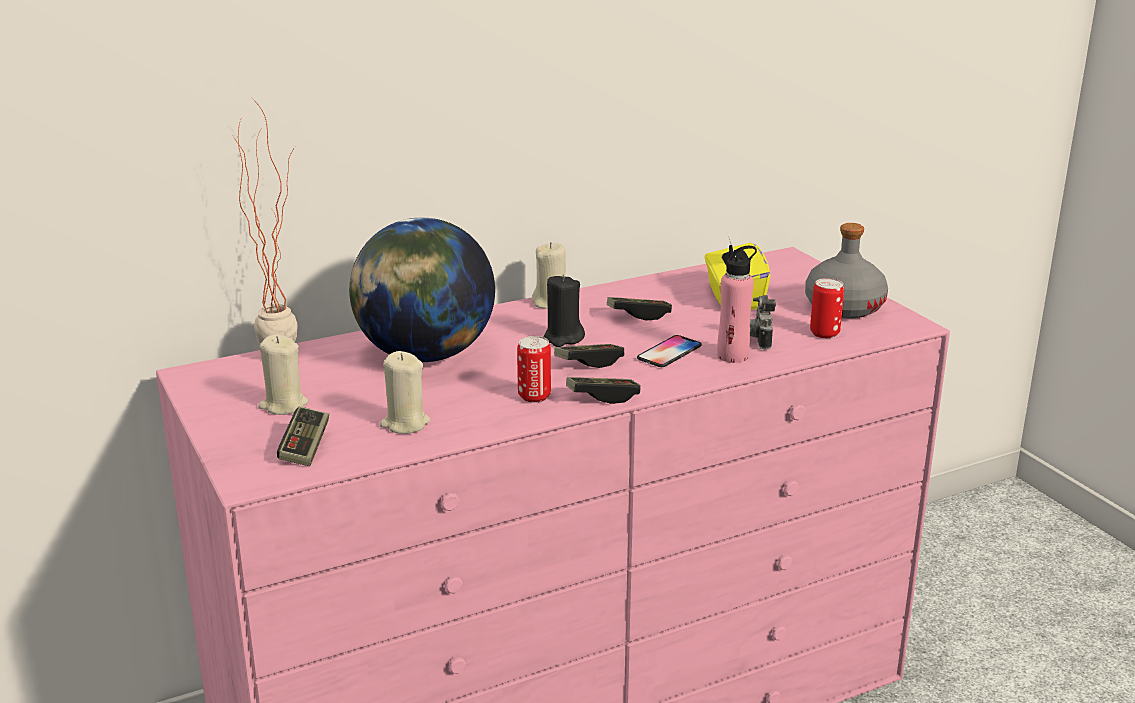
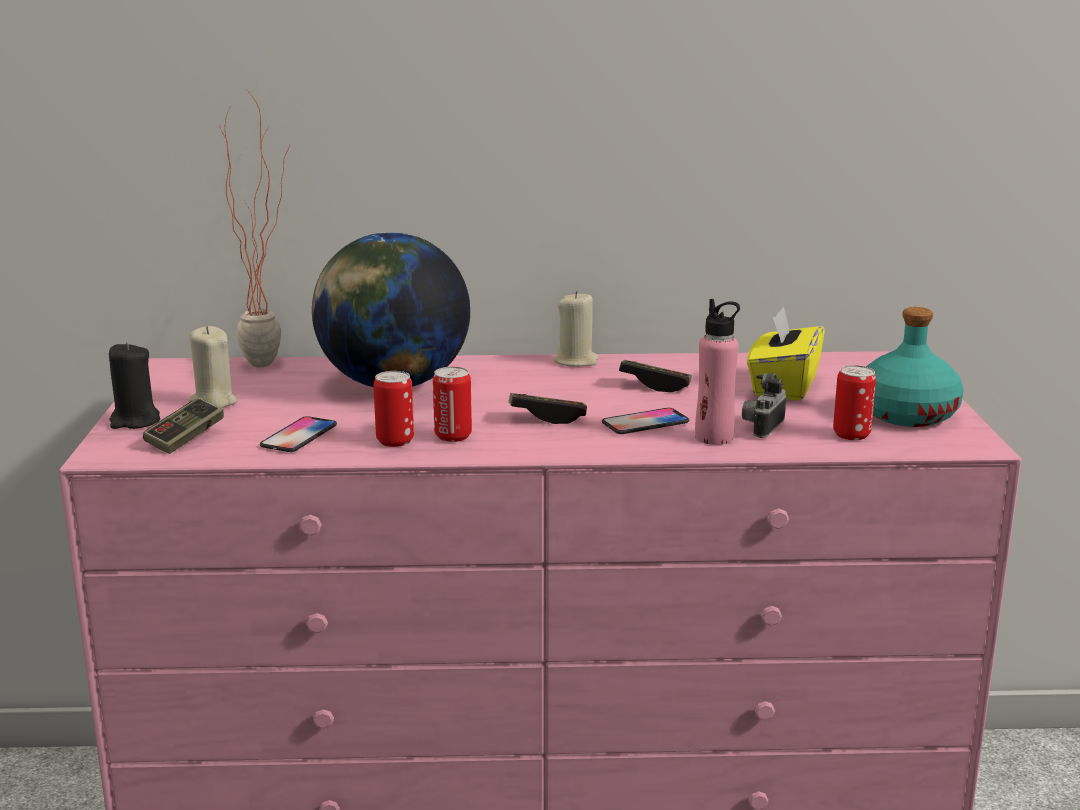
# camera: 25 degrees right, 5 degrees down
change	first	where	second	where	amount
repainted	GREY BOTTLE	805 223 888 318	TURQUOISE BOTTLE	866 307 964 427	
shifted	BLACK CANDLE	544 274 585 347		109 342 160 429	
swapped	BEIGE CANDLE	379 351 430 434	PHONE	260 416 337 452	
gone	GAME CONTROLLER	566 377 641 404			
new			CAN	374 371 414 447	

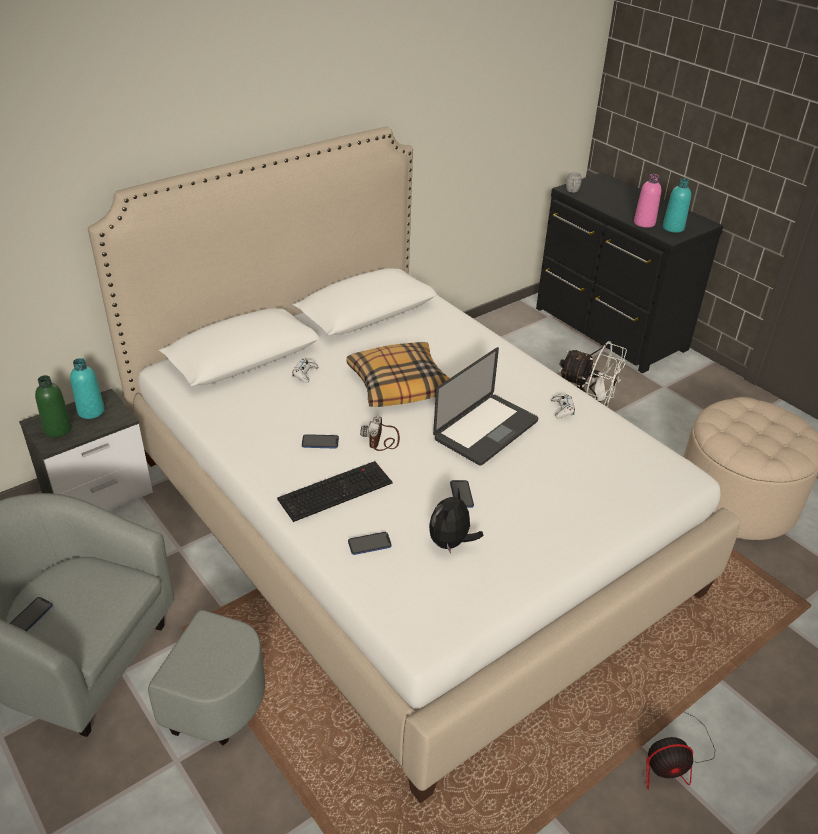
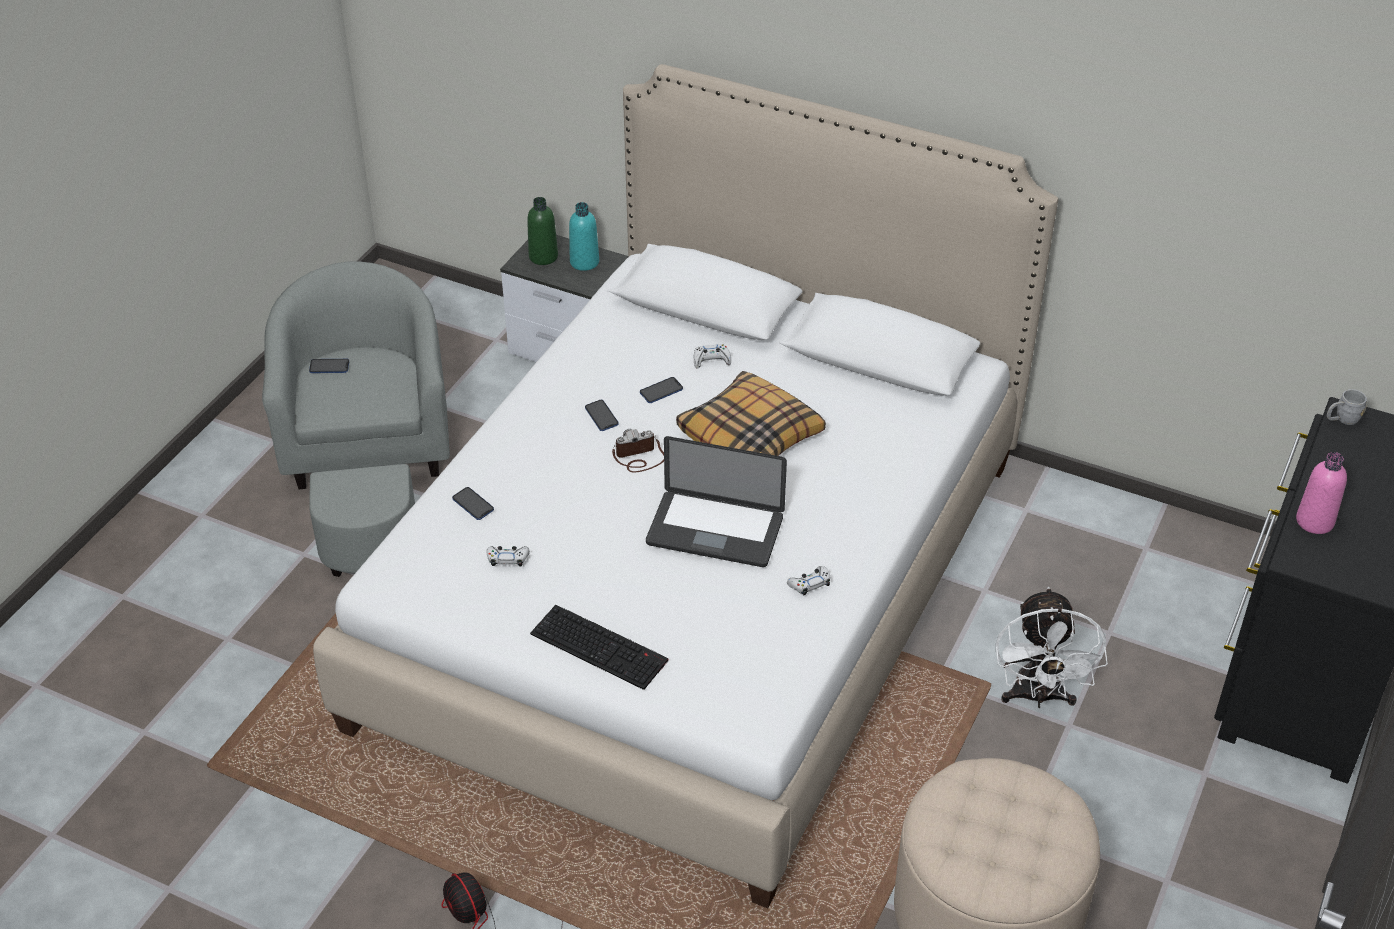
# camera: 65 degrees right, 5 degrees up
change	first	where	second	where	amount
gone	TURQUOISE BOTTLE	663 178 691 233			
shifted	KEYBOARD	277 461 392 522		530 605 668 690	
shifted	PHONE	450 480 474 508		640 377 683 403	
swapped	PLUSH TOY	429 488 484 553	WHITE GAME CONTROLLER	486 546 530 567	

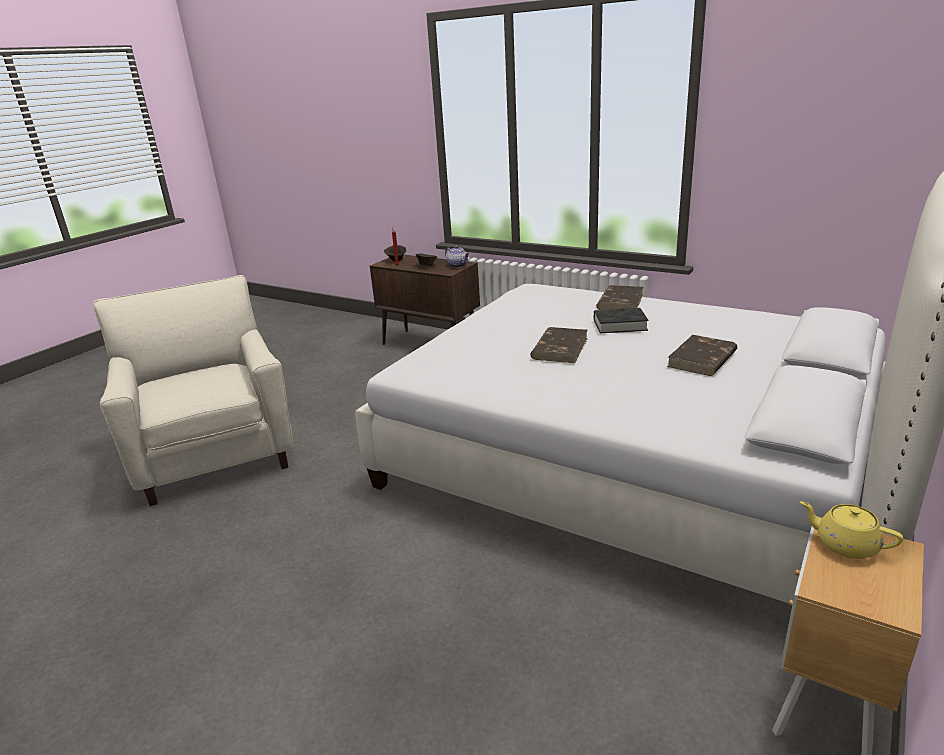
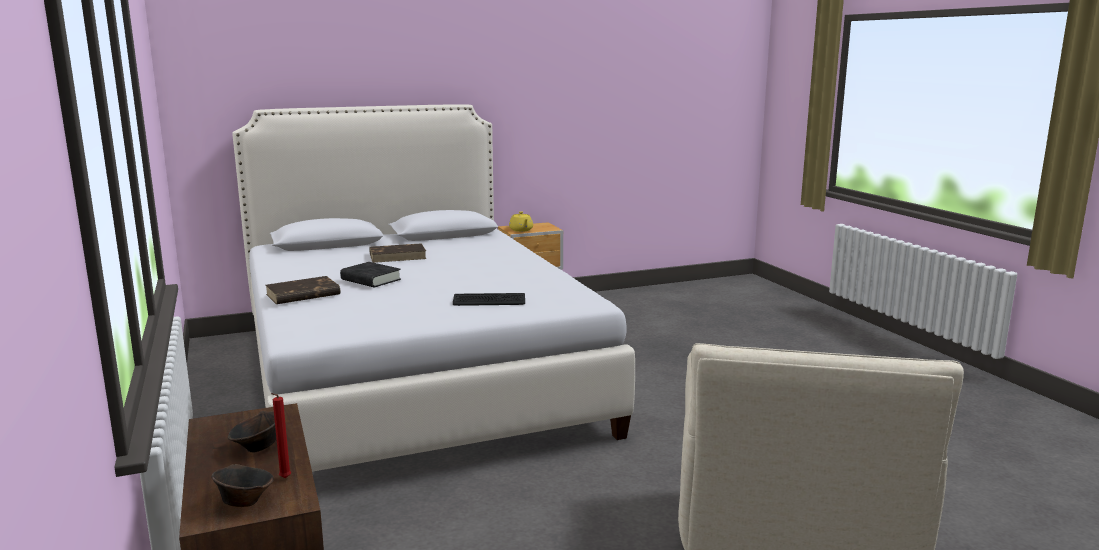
# camera: 145 degrees left, 10 degrees down
change	first	where	second	where	amount
gone	TEAPOT	445 246 469 268			
gone	BROWN BOOK	530 327 588 363			
new			KEYBOARD	453 293 525 306	

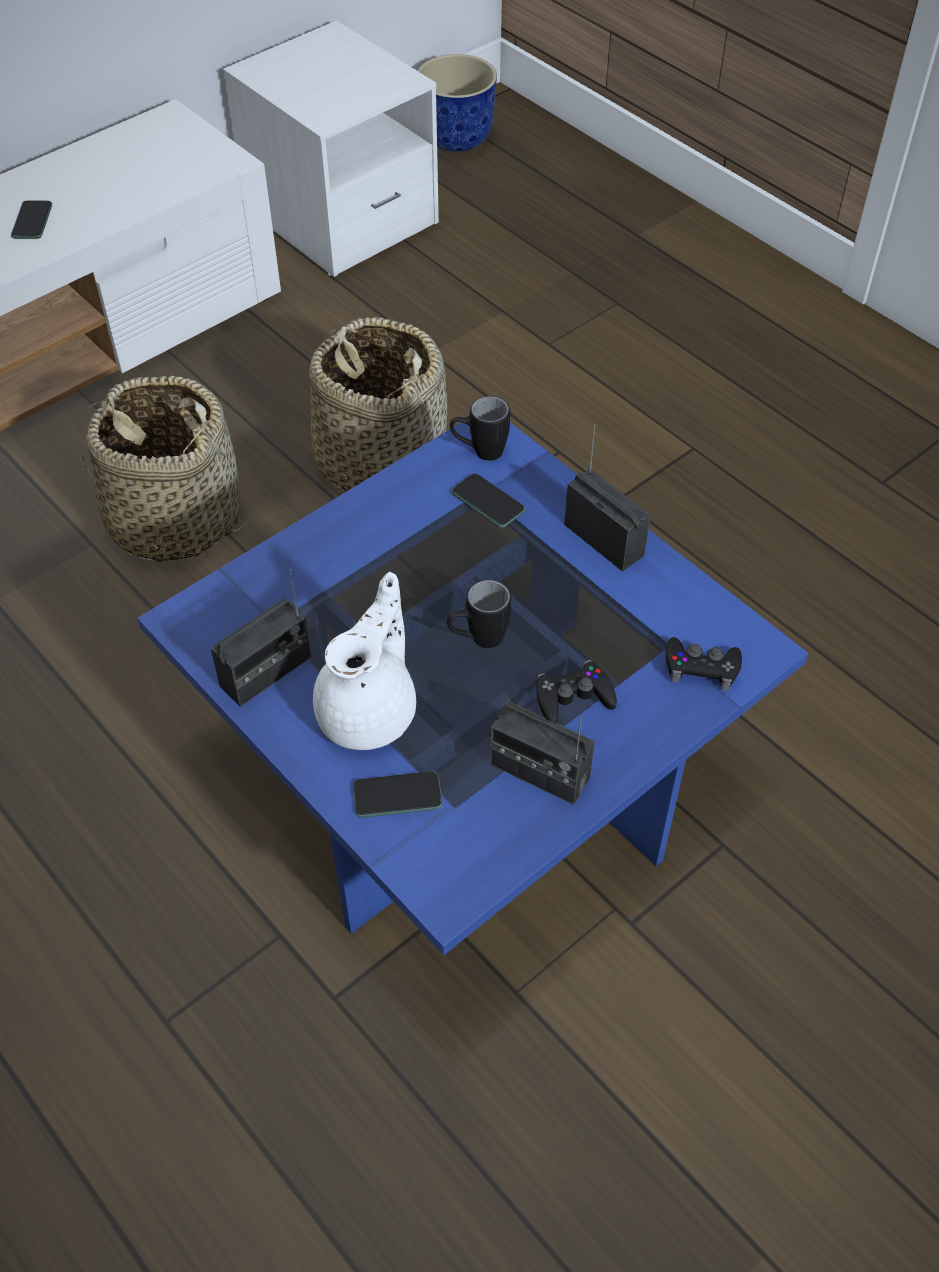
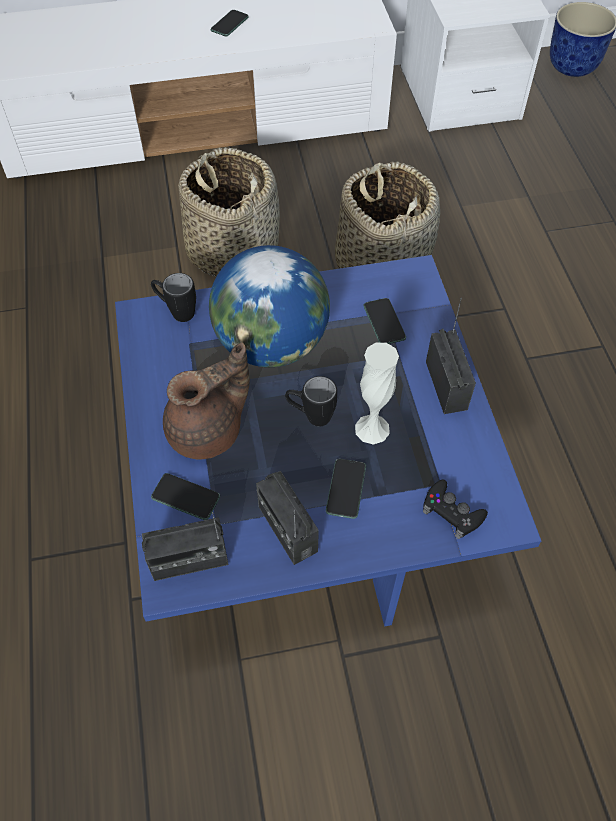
# camera: 30 degrees right, 5 degrees up
change	first	where	second	where	amount
shifted	BLACK MUG	450 396 510 461		151 273 196 322	
shifted	RADIO	211 569 311 707		142 512 229 581	
repainted	WHITE TEAPOT	313 572 416 750	BROWN TEAPOT	163 342 250 460	
swapped	BLACK GAME CONTROLLER	537 660 617 724	PHONE	326 459 366 519	
new			GLOBE	209 245 330 367	
new			WHITE VASE	355 343 399 445	

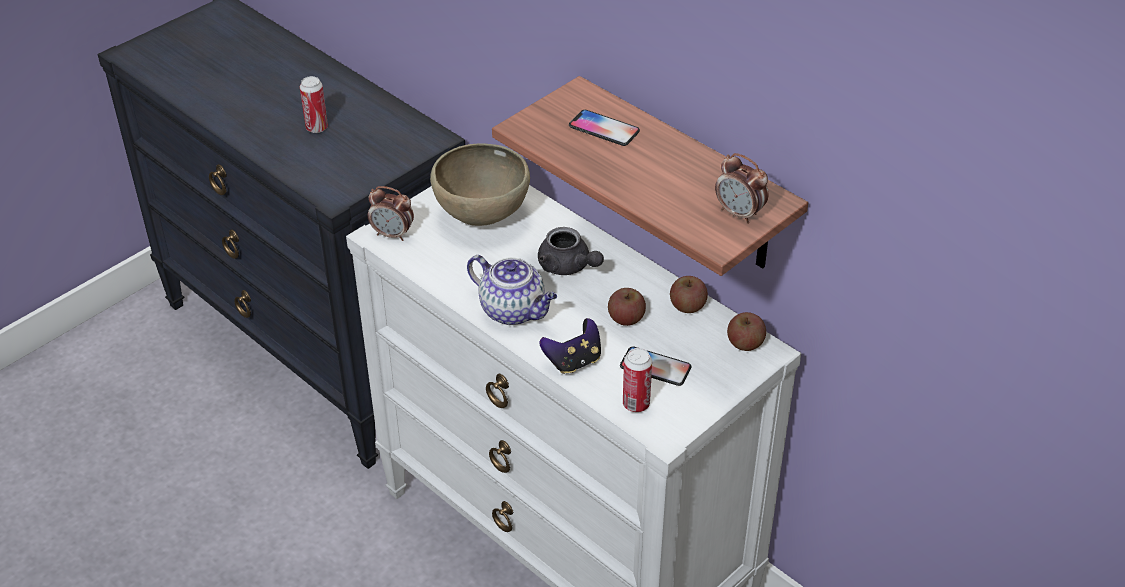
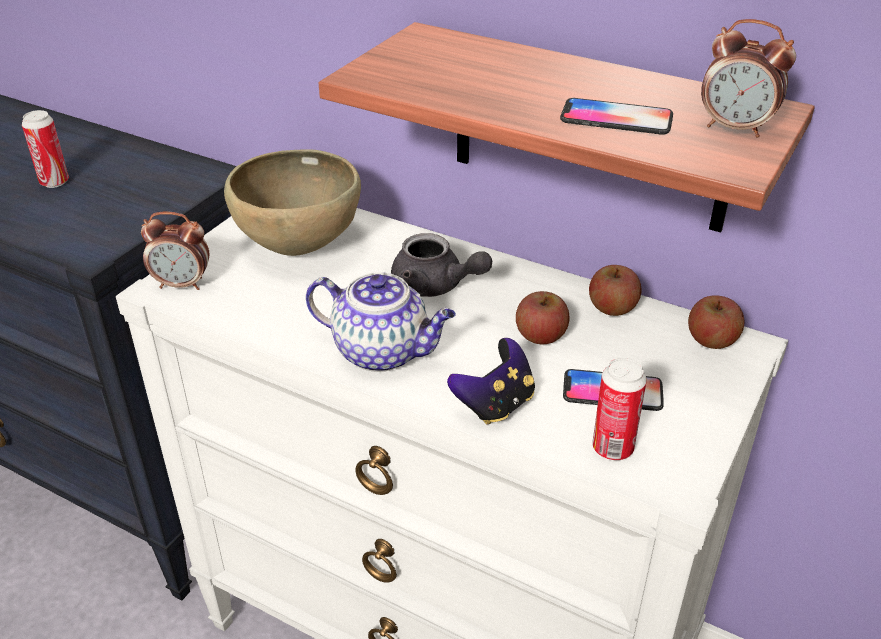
# camera: 15 degrees left, 5 degrees down
change	first	where	second	where	amount
shifted	PHONE	569 110 640 146		560 98 673 135	

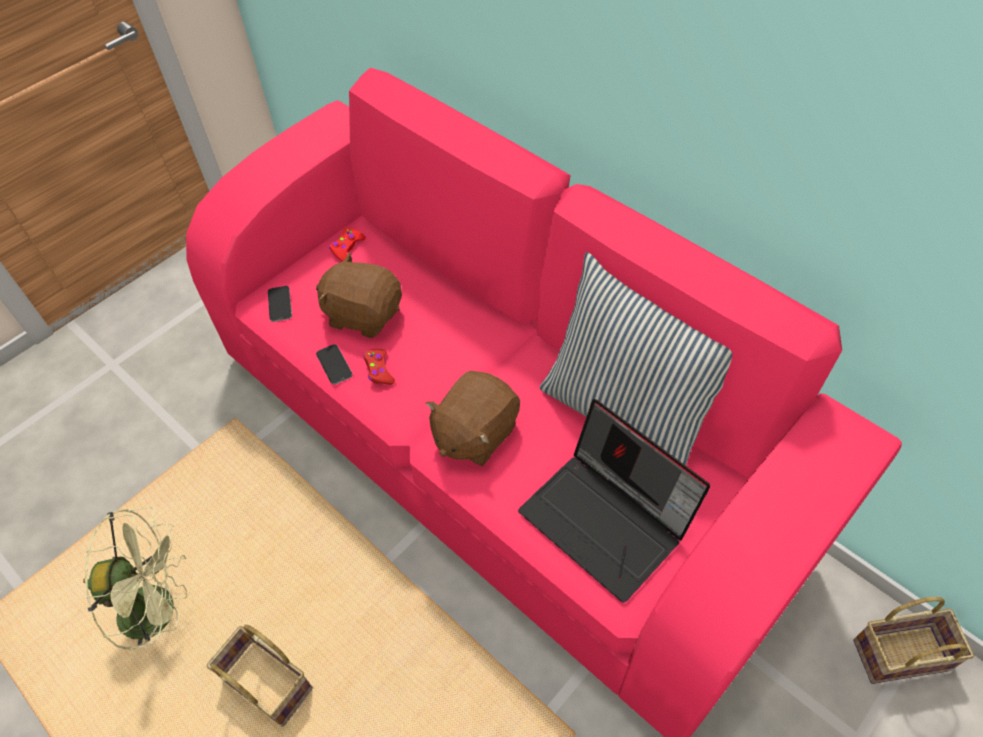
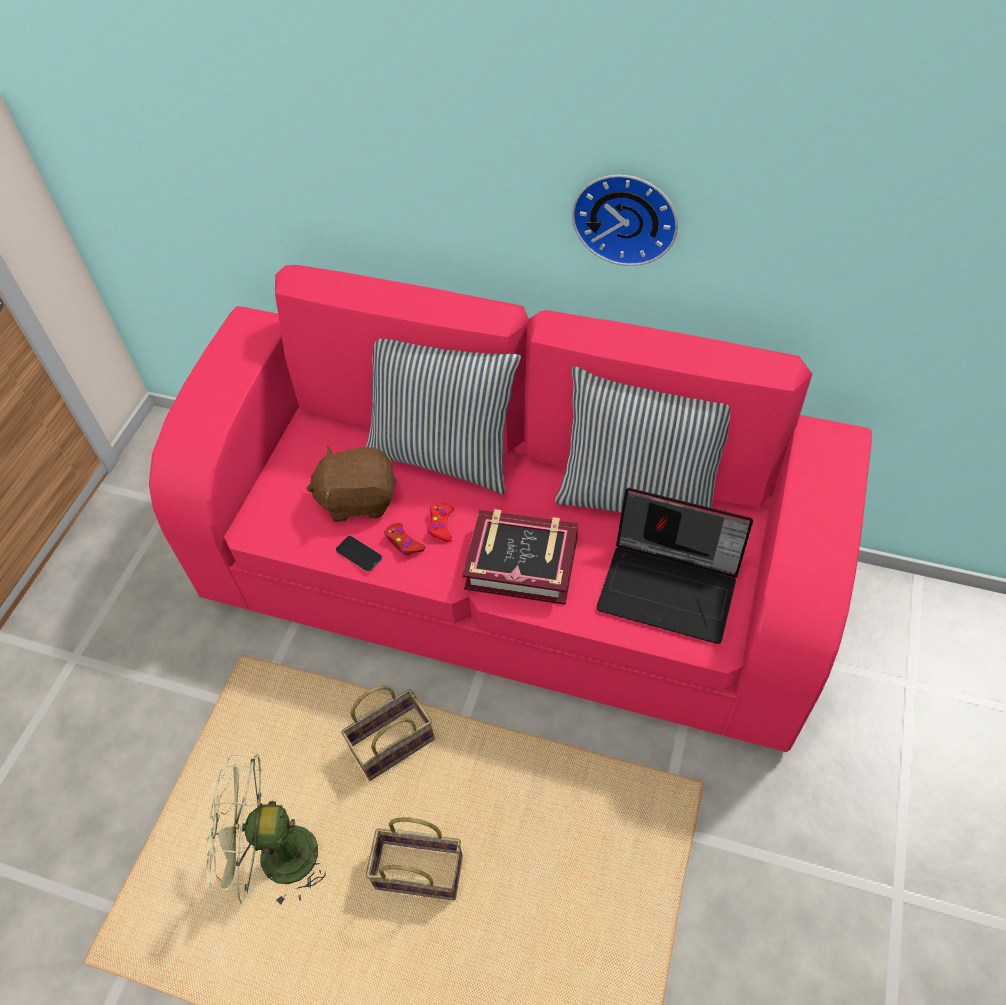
# camera: 25 degrees left, 0 degrees up
change	first	where	second	where	amount
shifted	RED GAME CONTROLLER	329 227 366 261		428 503 454 542	
gone	PHONE	268 286 292 322			
swapped	BROWN PLUSH TOY	426 371 520 466	BOOK	462 509 578 605	
rotated	GREEN FAN	83 507 187 650		206 754 326 908	150 degrees counterclockwise
shifted	BASKET	853 597 974 684		341 685 435 781	
new			WALL CLOCK	572 174 678 266	
new			PILLOW	366 339 521 494	

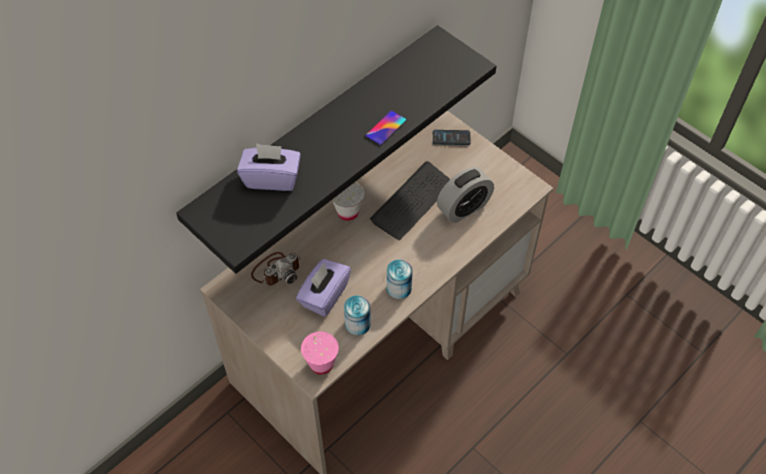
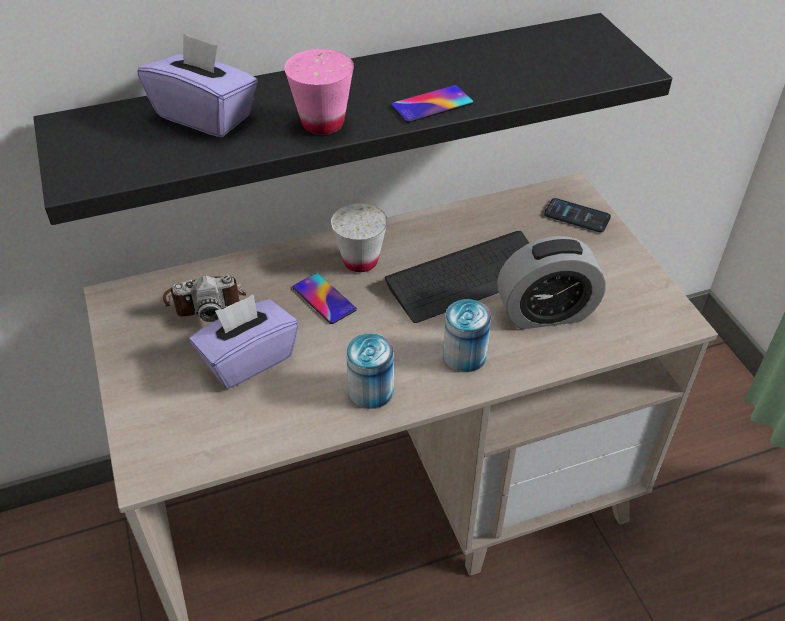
# camera: 25 degrees right, 10 degrees down
change	first	where	second	where	amount
shifted	CAN	344 295 371 335		443 299 491 372	
shifted	PINK CUP	301 331 339 375		284 49 354 135	
new			PHONE	293 273 357 324	

